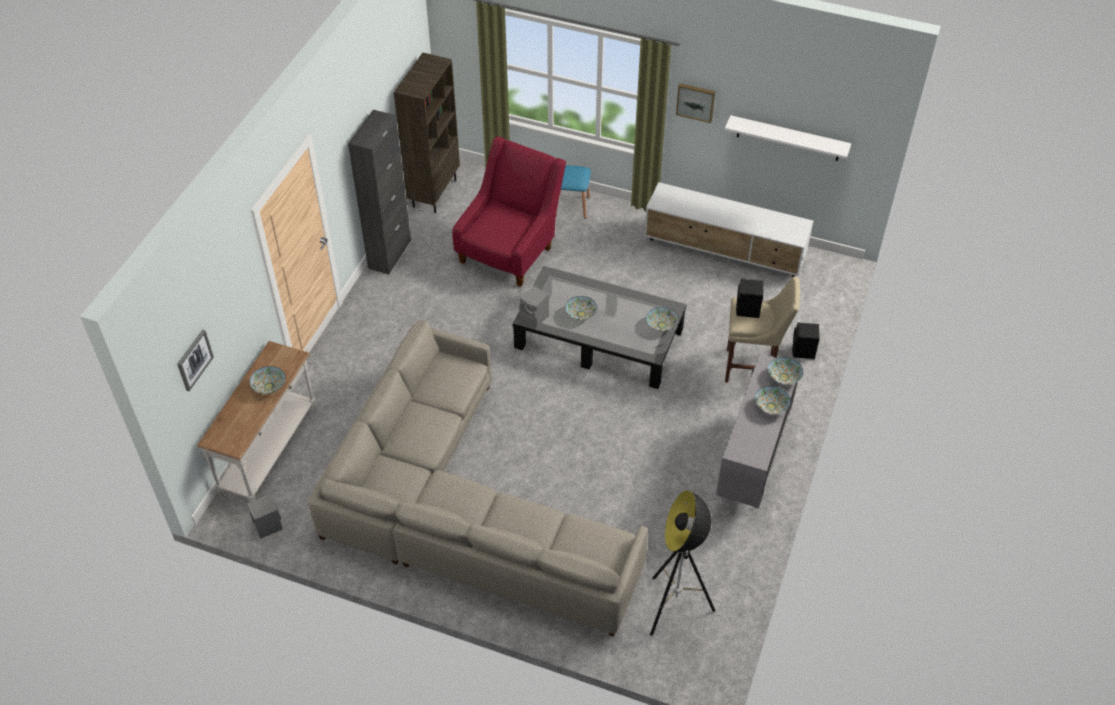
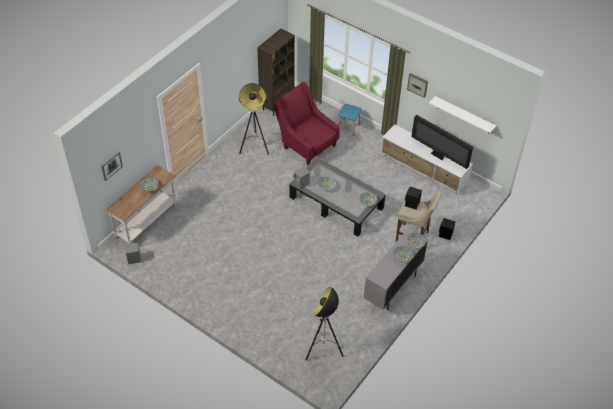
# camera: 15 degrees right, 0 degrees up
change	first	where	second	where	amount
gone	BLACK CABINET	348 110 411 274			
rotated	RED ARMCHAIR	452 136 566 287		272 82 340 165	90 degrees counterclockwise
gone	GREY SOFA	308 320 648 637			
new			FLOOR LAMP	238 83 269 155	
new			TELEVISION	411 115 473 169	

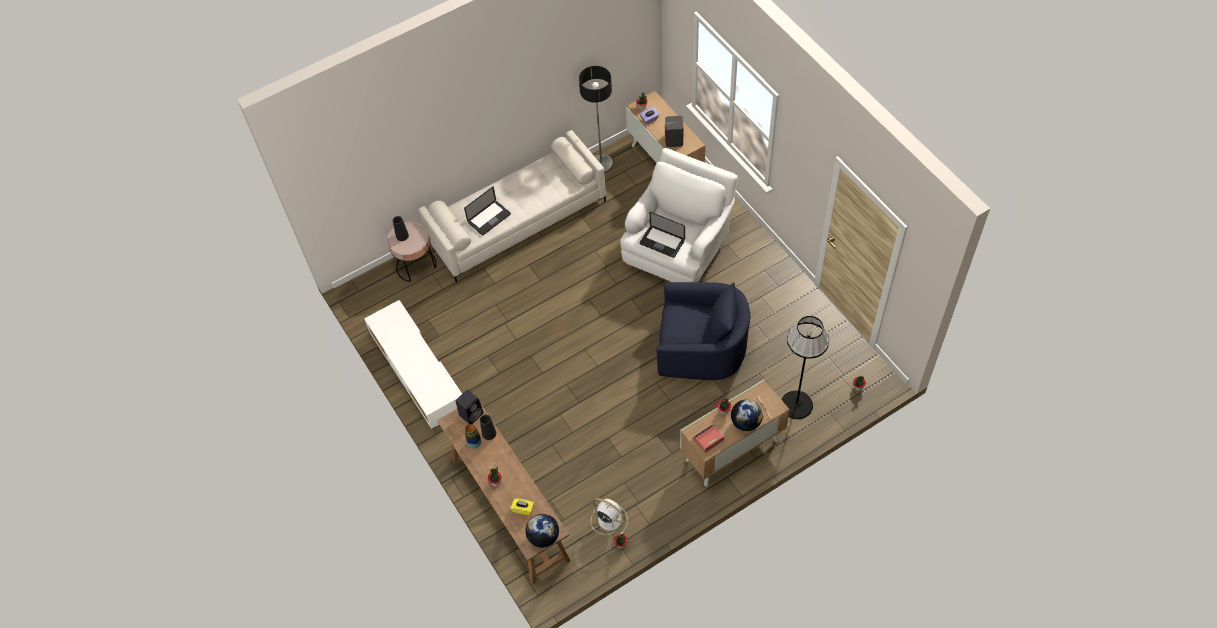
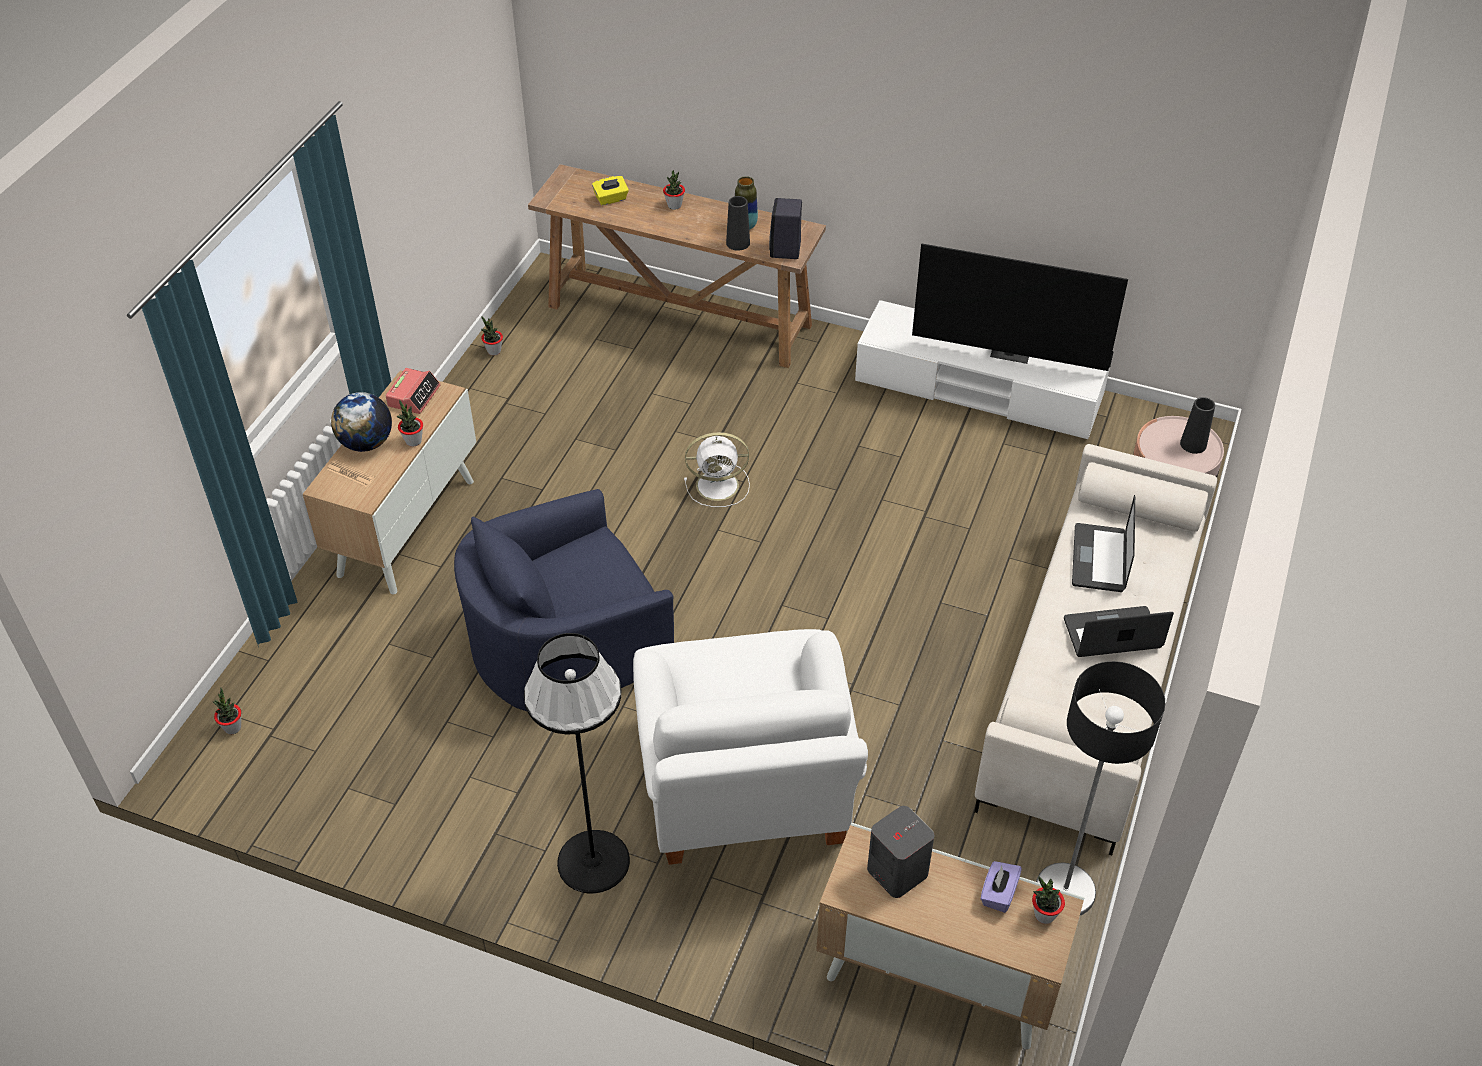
# camera: 140 degrees right, 10 degrees down
change	first	where	second	where	amount
shifted	LAPTOP	639 212 685 258		1064 606 1174 657	
shifted	BLACK FLOOR LAMP	781 316 829 419		524 633 630 894	
shifted	WHITE FAN	591 498 628 535		684 432 750 507	
gone	GLOBE	525 514 559 548			
new			TELEVISION	912 243 1128 371	

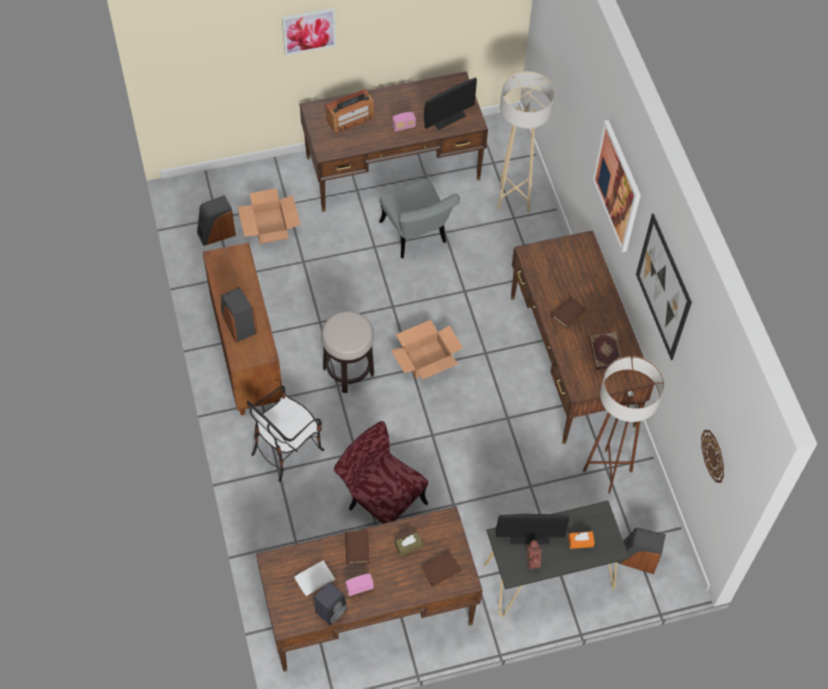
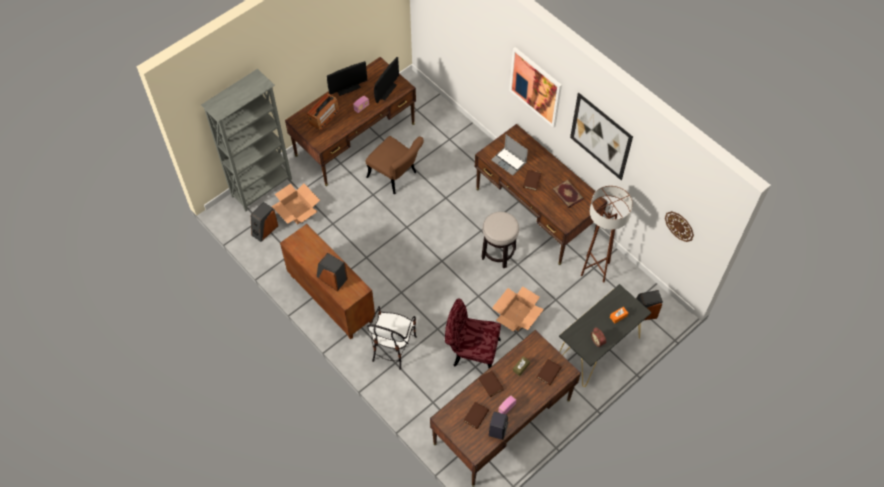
# camera: 25 degrees left, 0 degrees up
change	first	where	second	where	amount
gone	PICTURE	282 8 336 56			
gone	BEIGE FLOOR LAMP	497 71 555 213			
repainted	GREY CHAIR	379 179 460 258	BROWN CHAIR	366 136 424 194	
shifted	STOOL	321 311 374 393		481 212 519 268	
shifted	CARDBOARD BOX	391 320 463 379		492 286 544 331	
shifted	MONITOR	496 514 570 544		327 61 367 96	
repainted	WHITE BOOK	294 561 335 596	BROWN BOOK	463 402 489 429	
new			GREY BOOKCASE	201 69 292 211	
new			LAPTOP	491 135 528 176	

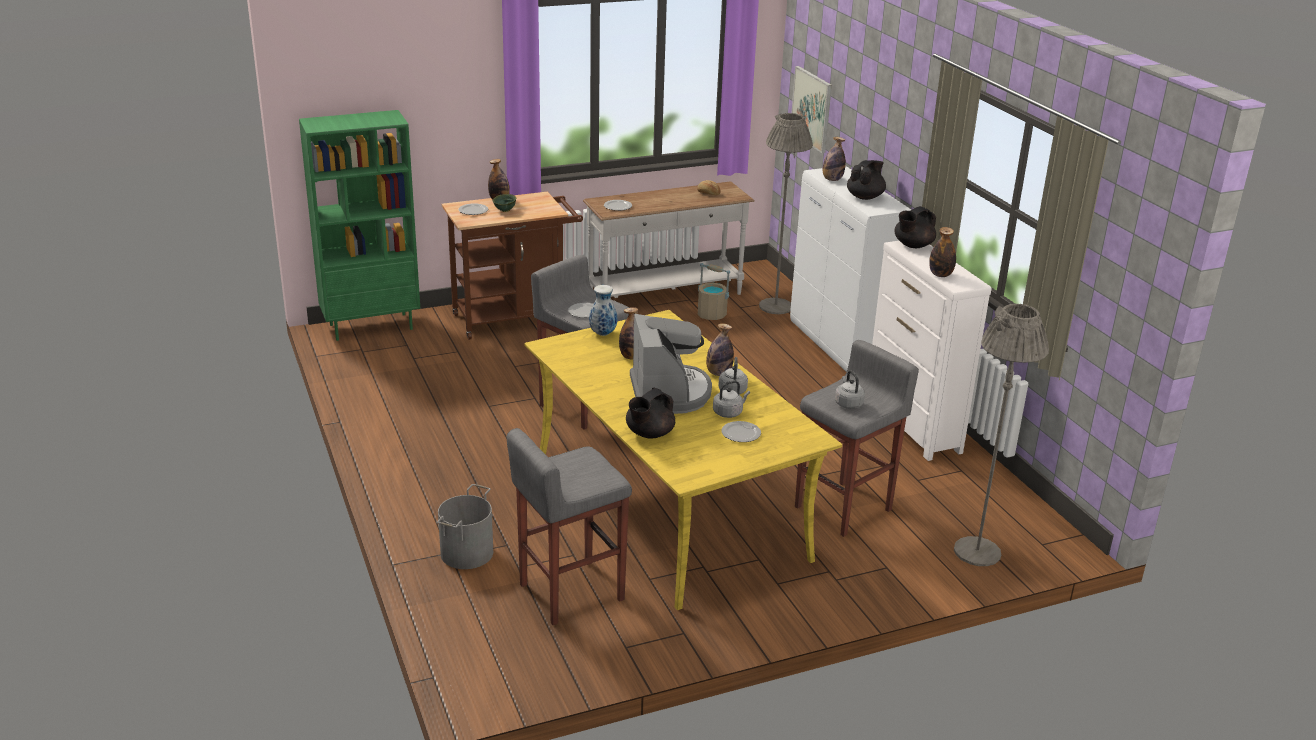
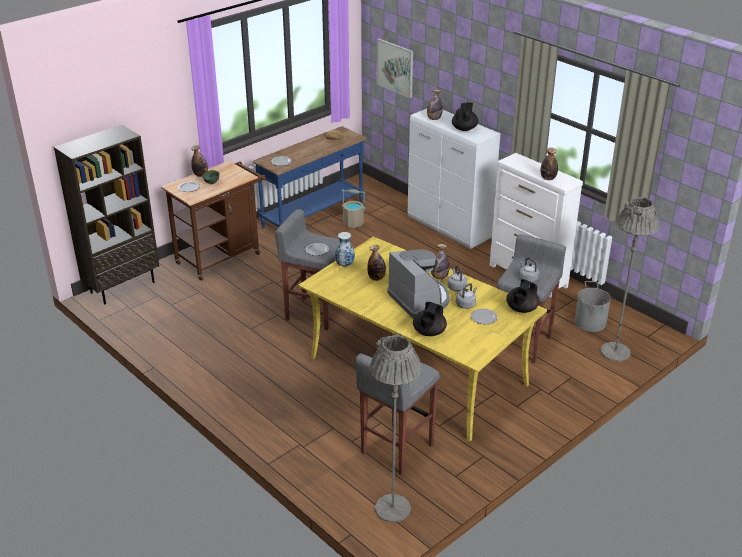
# camera: 20 degrees left, 5 degrees up
change	first	where	second	where	amount
repainted	GREEN BOOKCASE	299 110 420 341	BROWN BOOKCASE	54 125 159 304	
shifted	GREY FLOOR LAMP	759 113 813 314		370 334 422 522	
repainted	WHITE CONSOLE TABLE	583 181 755 298	BLUE CONSOLE TABLE	253 126 368 229	
shifted	BLACK TEAPOT	894 206 936 248		506 279 539 313	
shifted	GREY BUCKET	437 484 493 569		574 281 611 332	

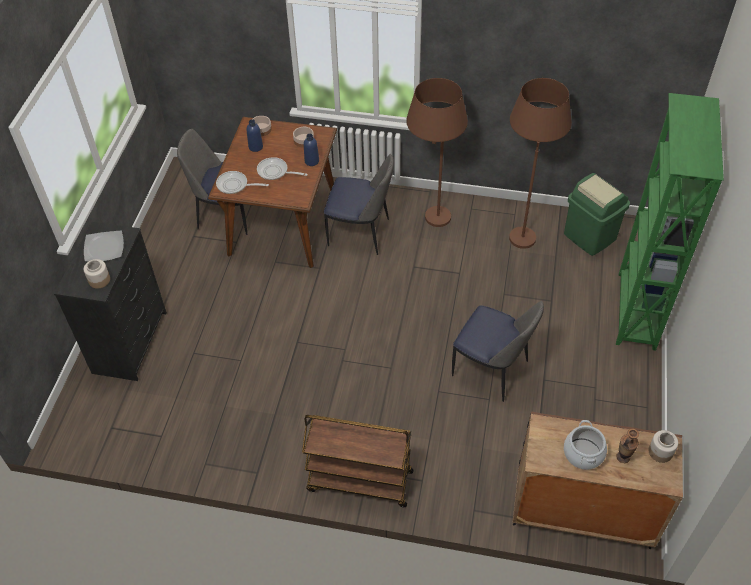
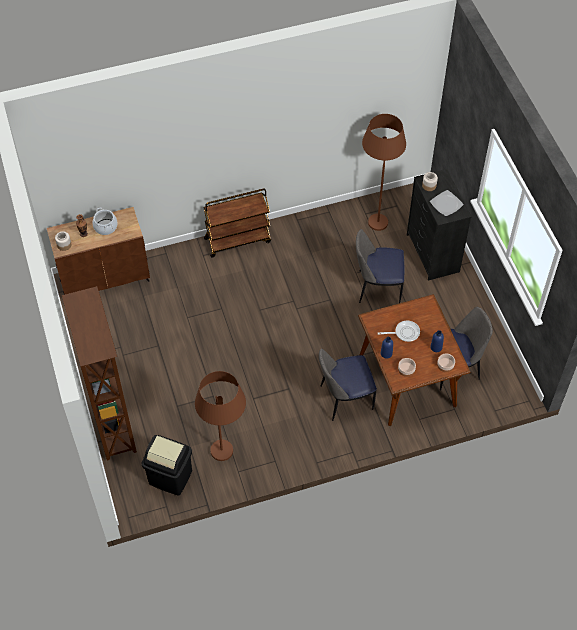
# camera: 150 degrees right, 5 degrees up
change	first	where	second	where	amount
shifted	BROWN FLOOR LAMP	406 78 468 227		362 114 406 231	
repainted	GREEN BOOKCASE	616 93 724 351	BROWN BOOKCASE	62 286 137 461	
gone	FRYING PAN	216 171 269 194			
repainted	GREEN TRASH CAN	564 173 630 256	BLACK TRASH CAN	142 435 192 495	
shifted	CHAIR	452 301 544 402		356 229 404 303	

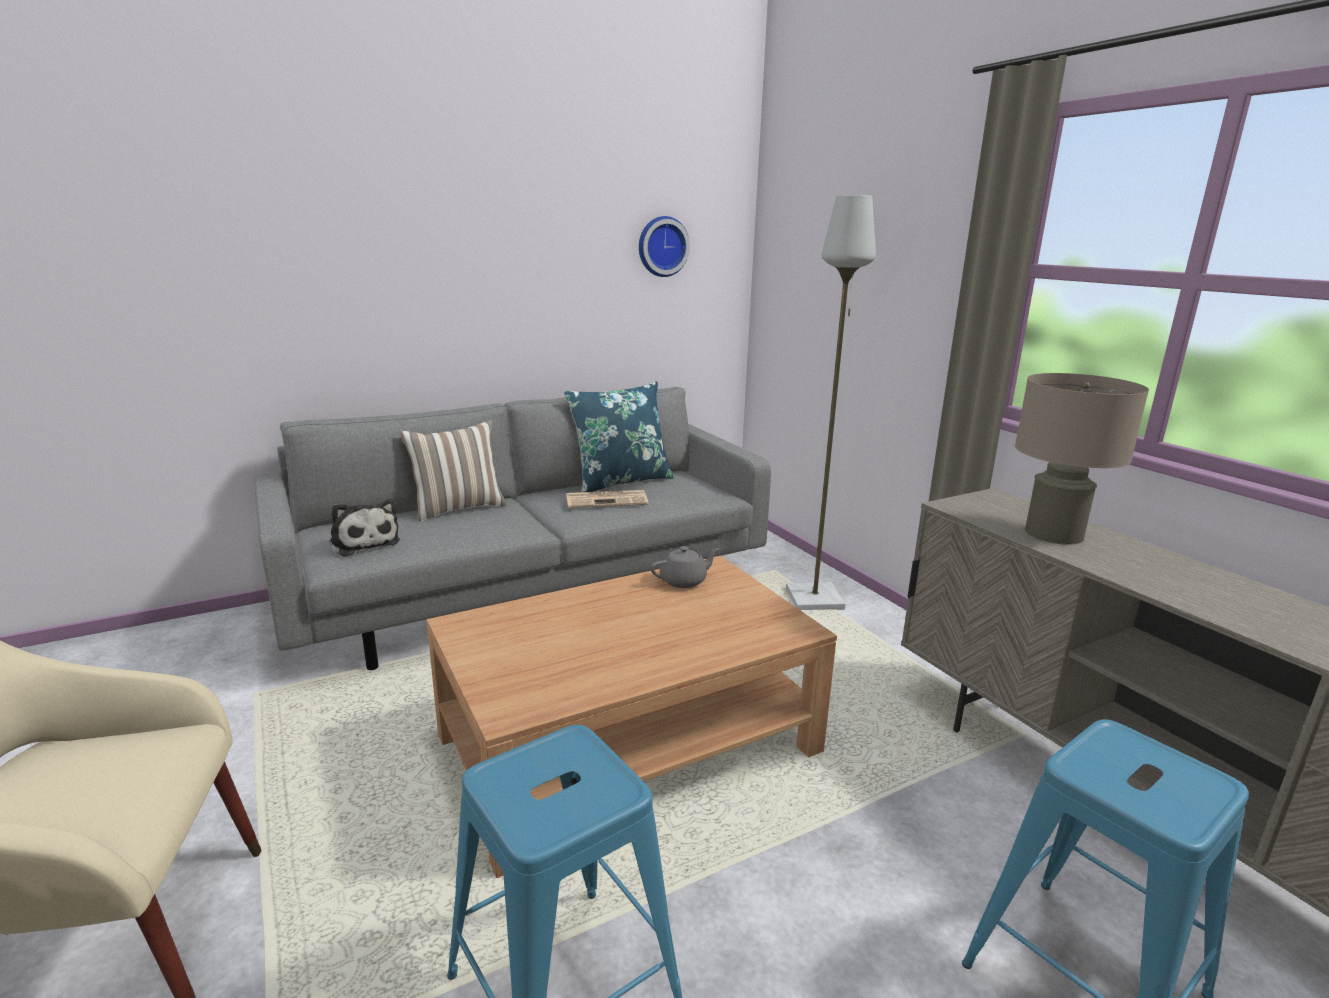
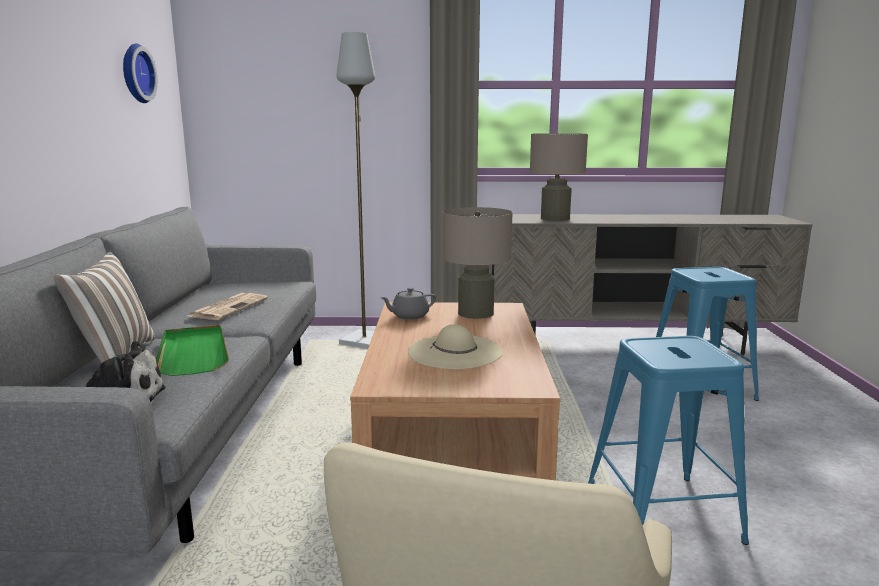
# camera: 60 degrees left, 5 degrees down
change	first	where	second	where	amount
gone	BLUE PILLOW	564 382 674 492			
rotated	GREY TEAPOT	650 546 720 588		380 288 436 320	120 degrees counterclockwise
new			BEIGE TABLE LAMP	443 207 513 319	
new			BEIGE HAT	408 324 503 369	
new			GREEN TRAY	156 325 229 376	

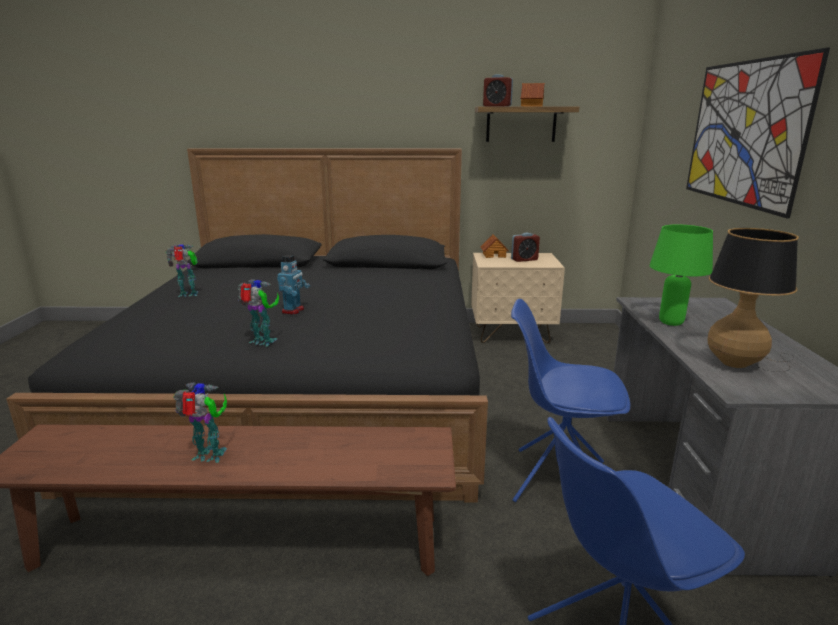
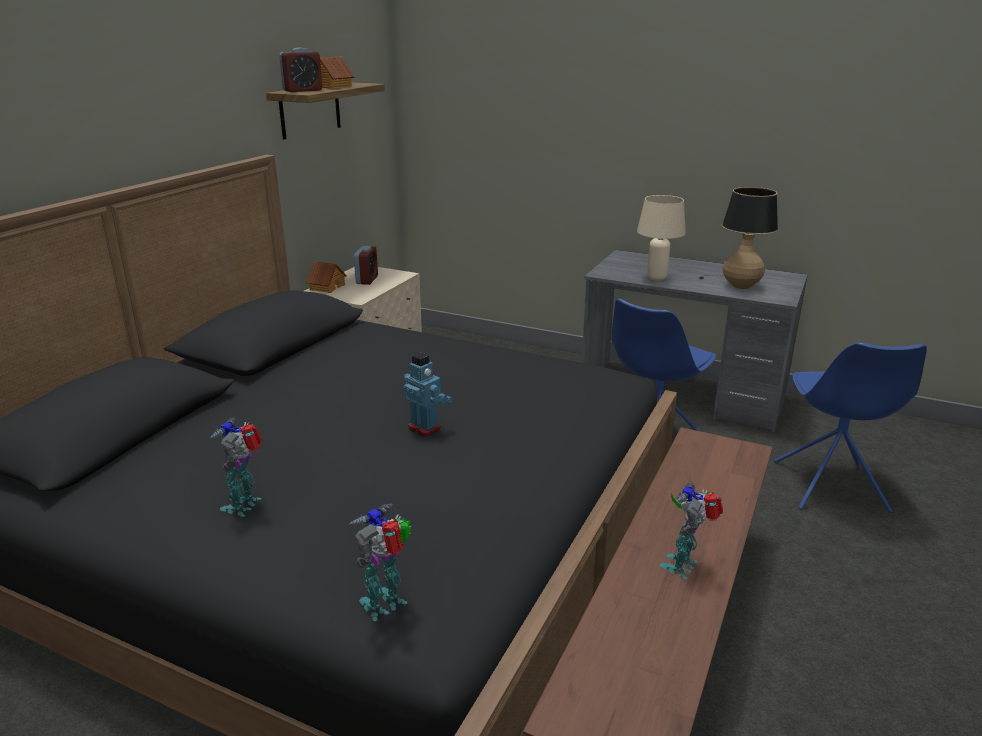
# camera: 65 degrees left, 5 degrees up
change	first	where	second	where	amount
gone	PICTURE	686 48 830 218			
repainted	GREEN TABLE LAMP	650 225 713 326	BEIGE TABLE LAMP	637 195 686 281	
shifted	TOY ROBOT	237 279 279 346		350 504 412 621	

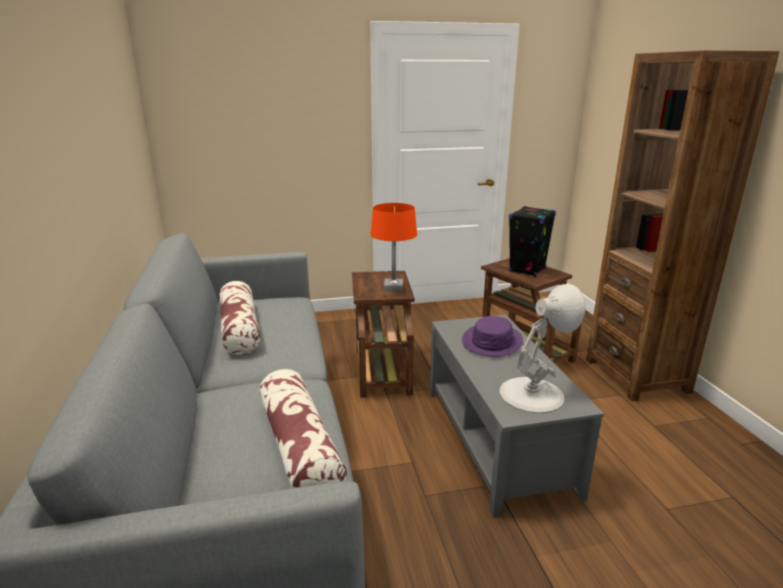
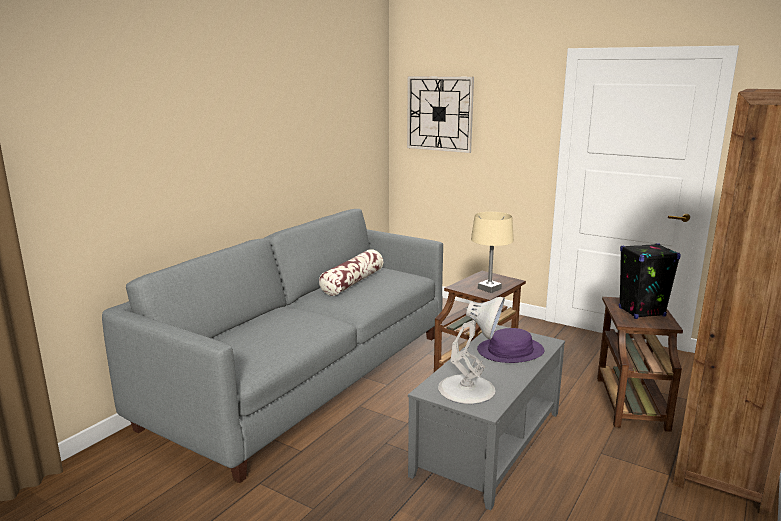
# camera: 45 degrees right, 5 degrees down
change	first	where	second	where	amount
repainted	ORANGE TABLE LAMP	371 203 417 292	BEIGE TABLE LAMP	471 212 514 293	
gone	PILLOW	259 369 347 489			
new			WALL CLOCK	407 76 474 153	

